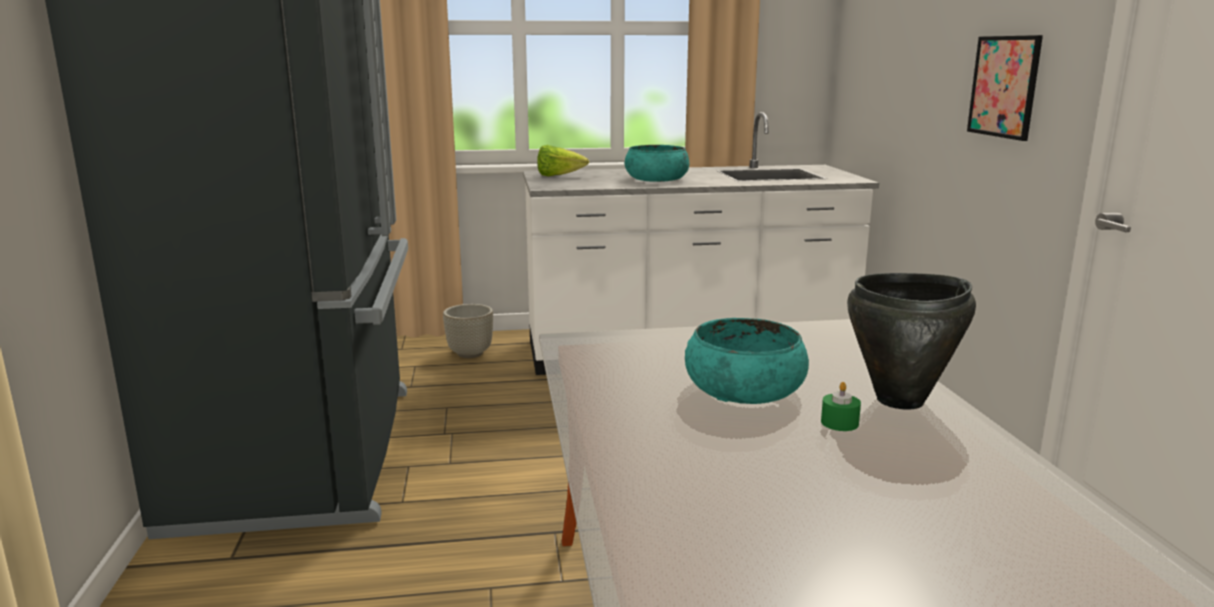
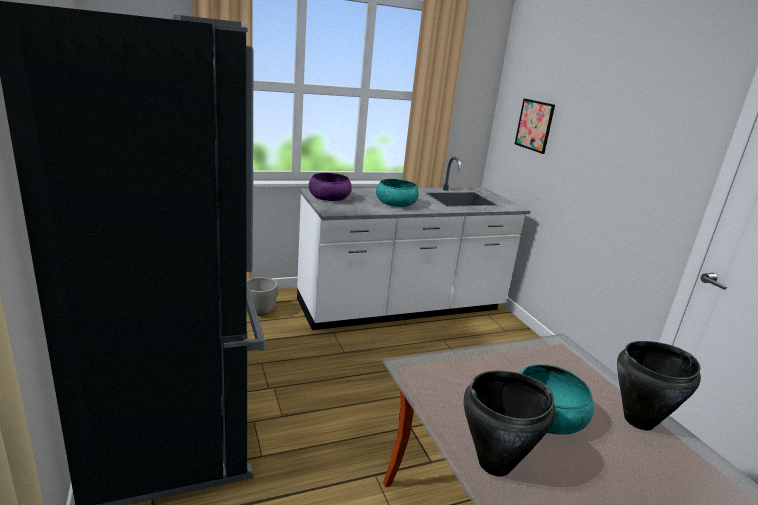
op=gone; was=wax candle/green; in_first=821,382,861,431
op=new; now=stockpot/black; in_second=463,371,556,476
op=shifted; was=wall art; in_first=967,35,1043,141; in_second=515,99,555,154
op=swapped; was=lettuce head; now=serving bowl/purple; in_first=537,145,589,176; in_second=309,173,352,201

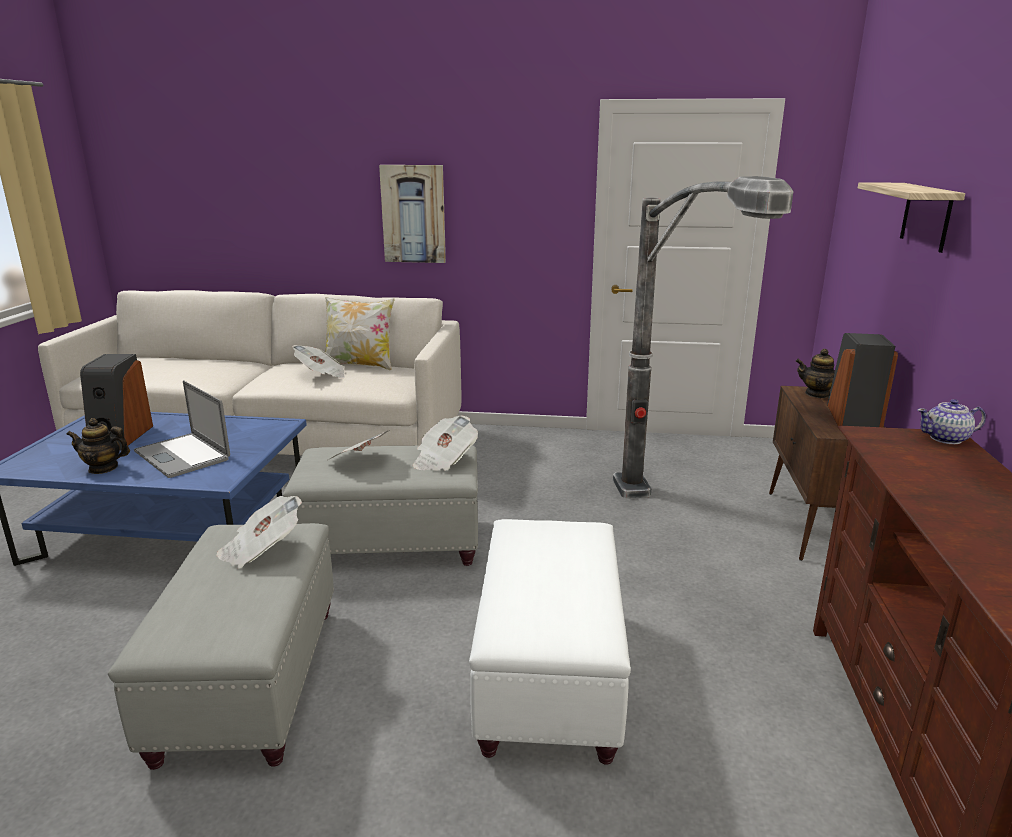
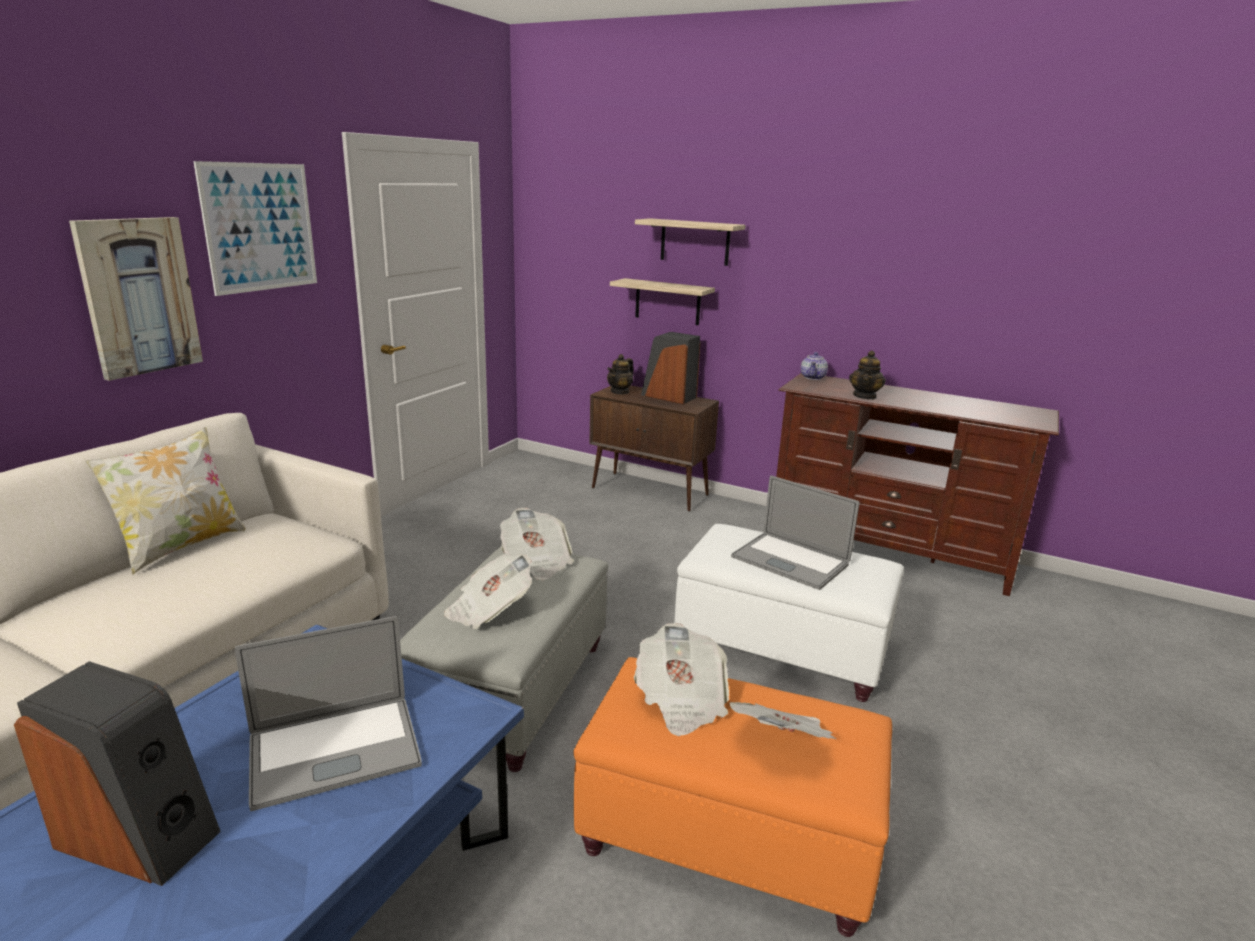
op=gone; was=standard lamp; in_first=613,176,794,498
op=new; now=wall art; in_second=193,161,317,296
op=new; now=wall shelf; in_second=610,278,715,325
op=new; now=portable computer; in_second=731,475,859,590
op=shifted; was=teapot; in_first=66,418,130,474; in_second=849,350,886,400
op=shifted; was=printed paper; in_first=292,345,345,378; in_second=729,702,836,739
op=repainted; was=pouffe/greyish; now=pouffe/orangey; in_first=108,523,334,770; in_second=573,657,892,937

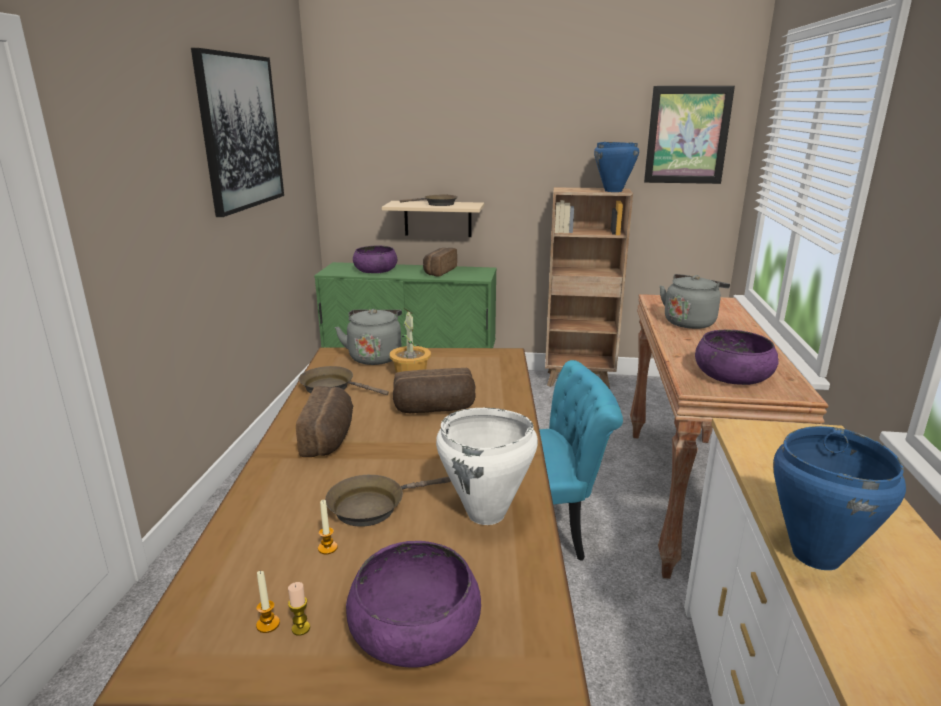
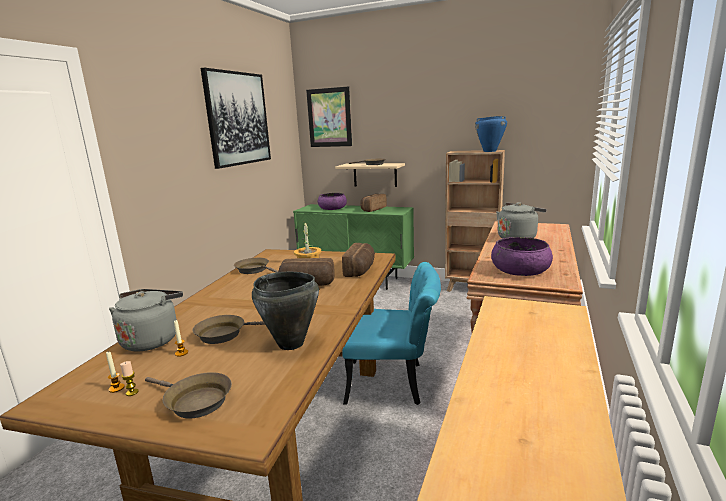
op=gone; was=stockpot/blue-coloured; in_first=773,426,906,570
op=shifted; was=baked bread; in_first=296,386,353,457; in_second=342,243,375,277
op=shifted; was=tea kettle/greyish; in_first=335,309,402,365; in_second=109,289,183,351
op=shifted; was=wall art; in_first=644,86,735,184; in_second=306,86,352,147
op=swapped; was=serving bowl/purple; now=frying pan/brown; in_first=346,541,481,668; in_second=145,372,232,418
op=repainted; was=stockpot/whitish; now=stockpot/black; in_first=436,408,538,525; in_second=252,272,319,350

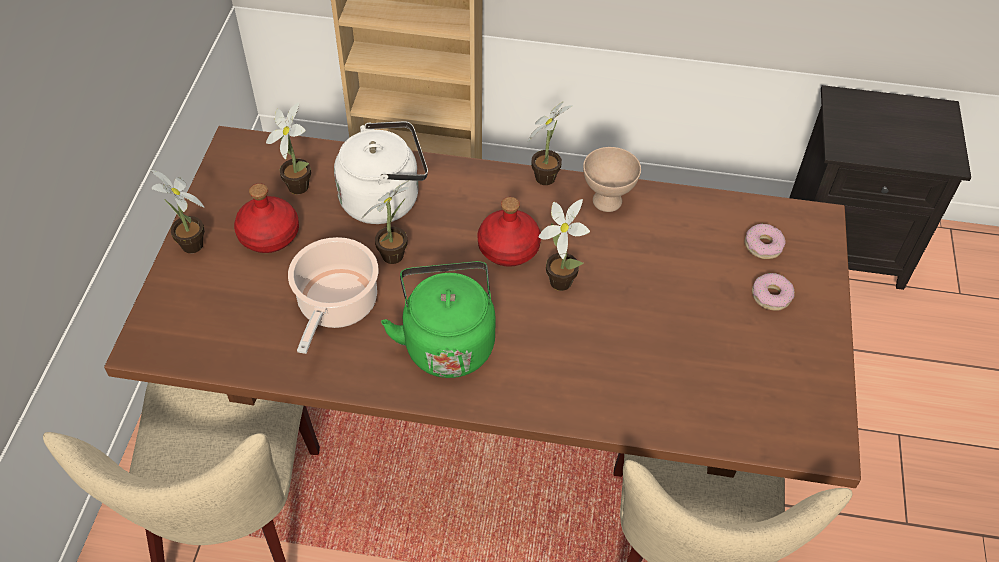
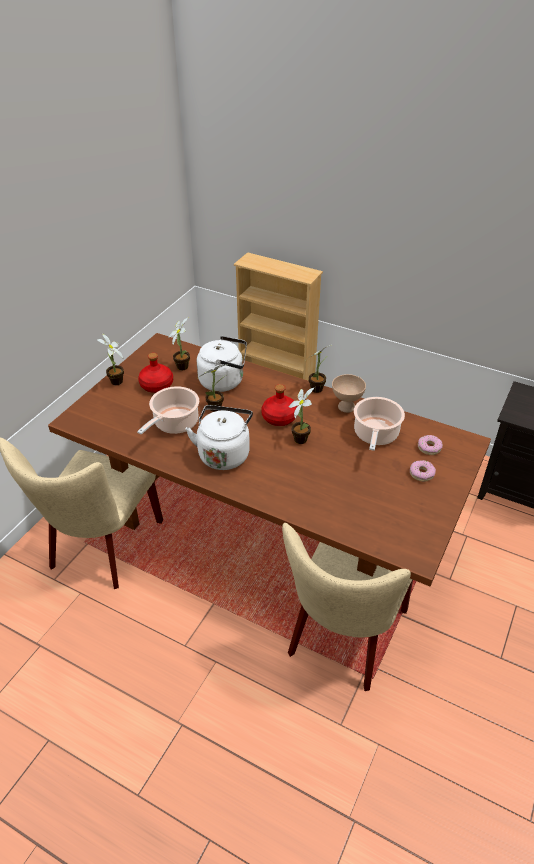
op=new; now=stockpot; in_second=354,397,405,451
op=repainted; was=tea kettle/green; now=tea kettle/whitish; in_first=381,261,496,378; in_second=186,405,253,470

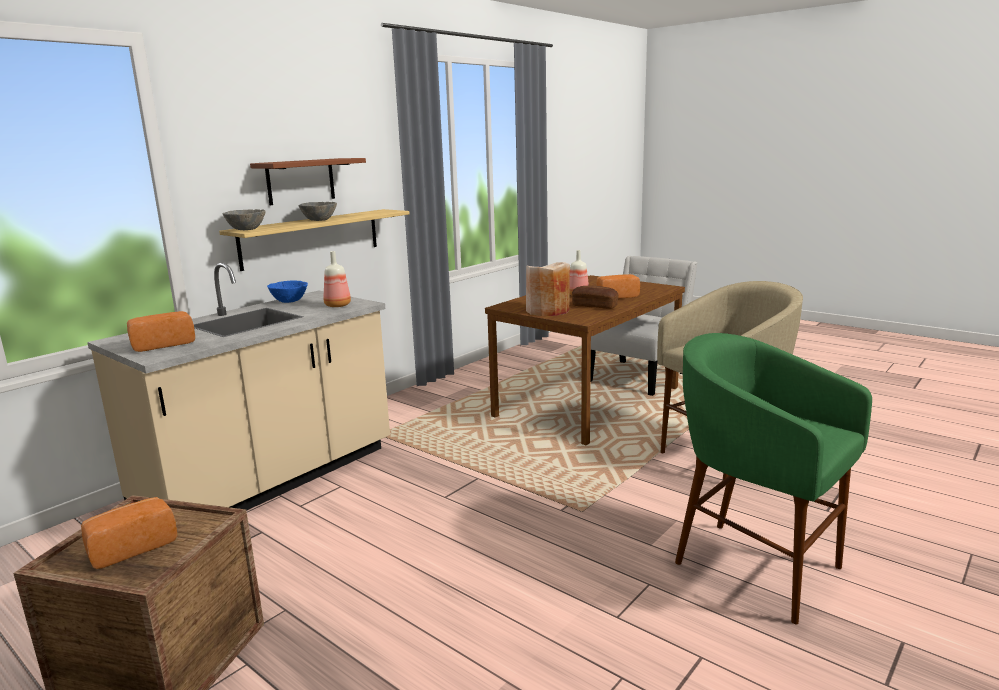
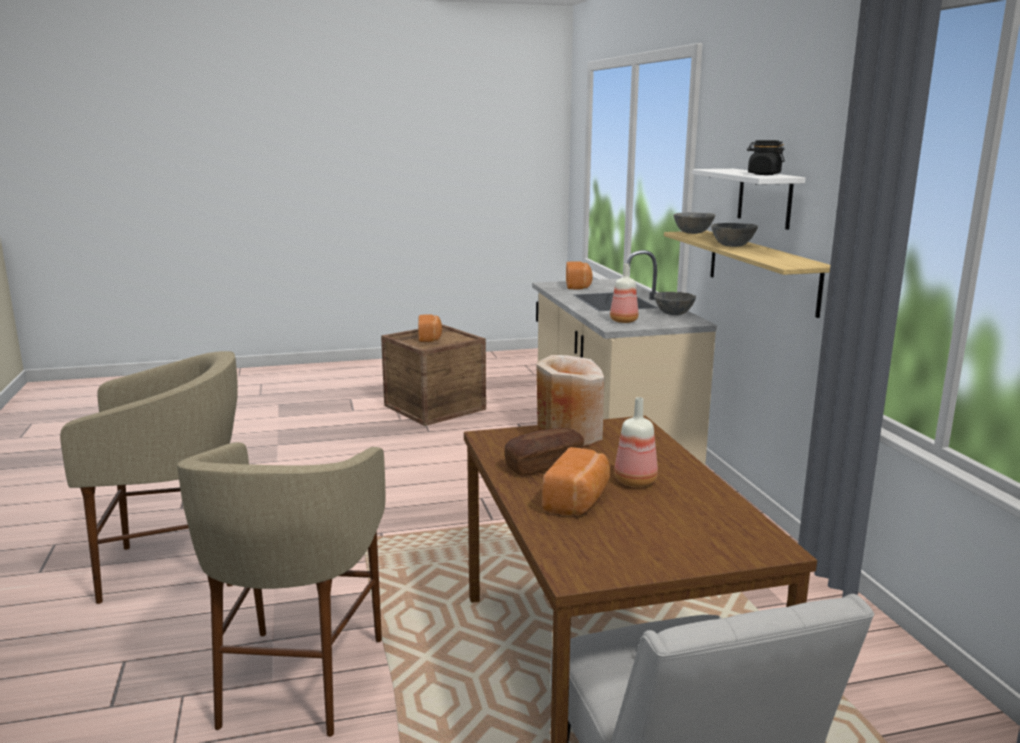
op=new; now=preserve jar/black; in_second=747,140,784,175
op=repainted; was=wall shelf/brown; now=wall shelf/whitish; in_first=250,158,366,205; in_second=692,169,806,230
op=repainted; was=serving bowl/blue-coloured; now=serving bowl/greyish; in_first=267,280,308,303; in_second=654,292,696,315
op=repainted; was=stool/green; now=stool/beige; in_first=675,333,872,624; in_second=60,351,238,604

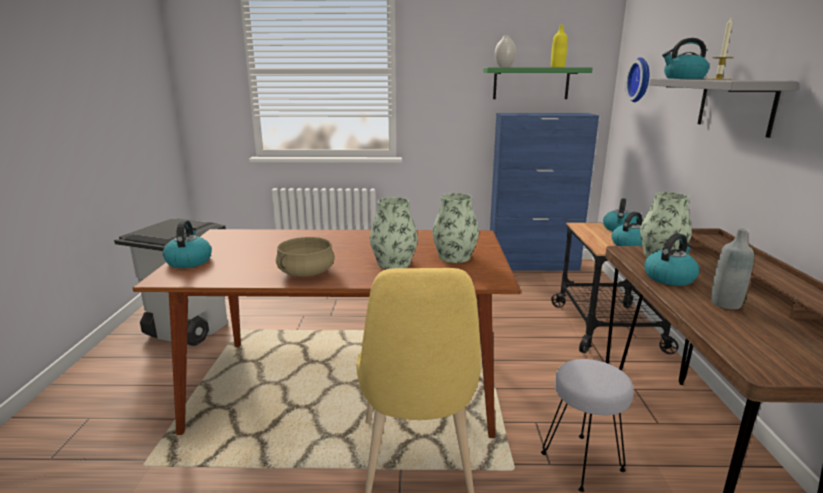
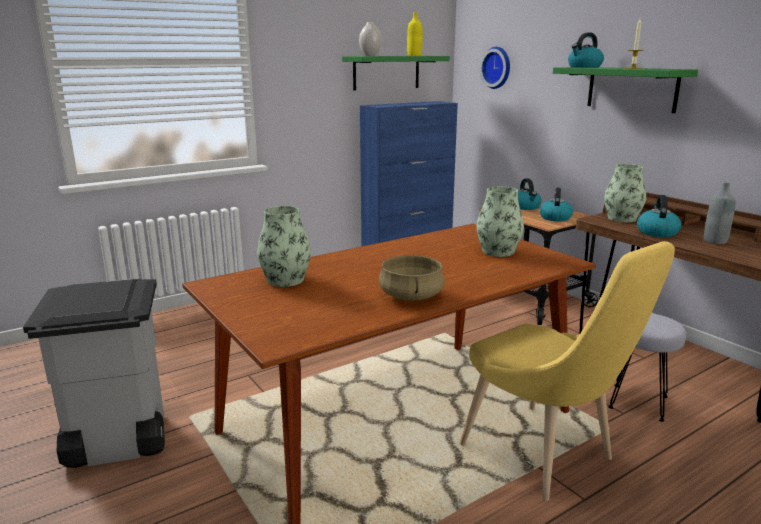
op=gone; was=tea kettle; in_first=163,220,212,268
op=shifted; was=flower vase; in_first=370,197,418,269; in_second=257,206,311,287
op=repainted; was=wall shelf/greyish; now=wall shelf/green; in_first=649,79,798,138; in_second=553,67,698,113

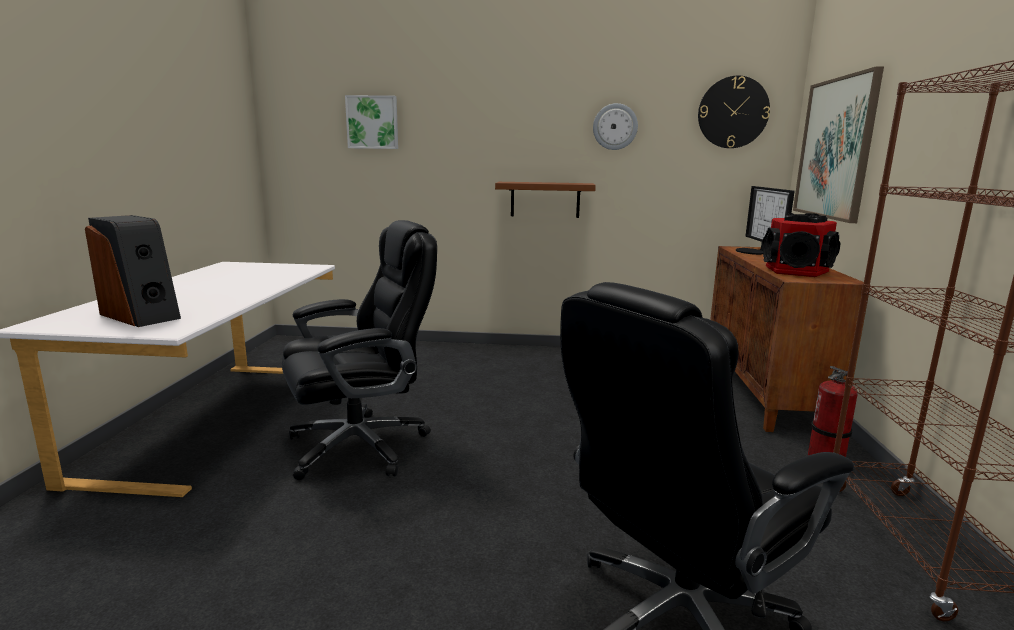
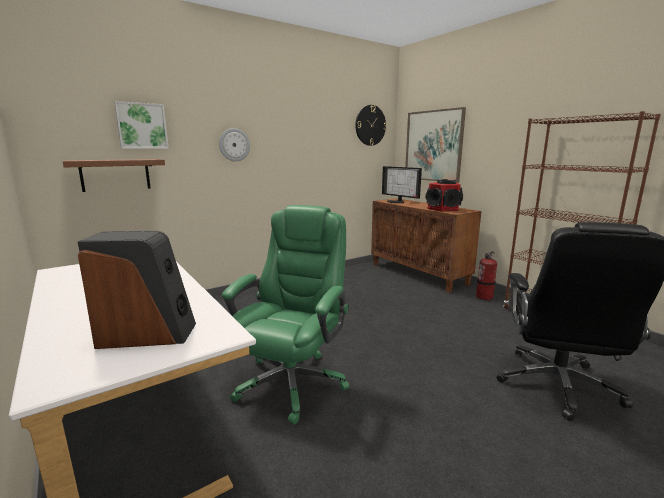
op=shifted; was=wall shelf/brown; in_first=495,182,596,218; in_second=63,159,165,192
op=shifted; was=hanging clock; in_first=593,103,638,150; in_second=219,128,250,162
op=repainted; was=desk chair/black; now=desk chair/green; in_first=282,220,437,480; in_second=222,205,349,424

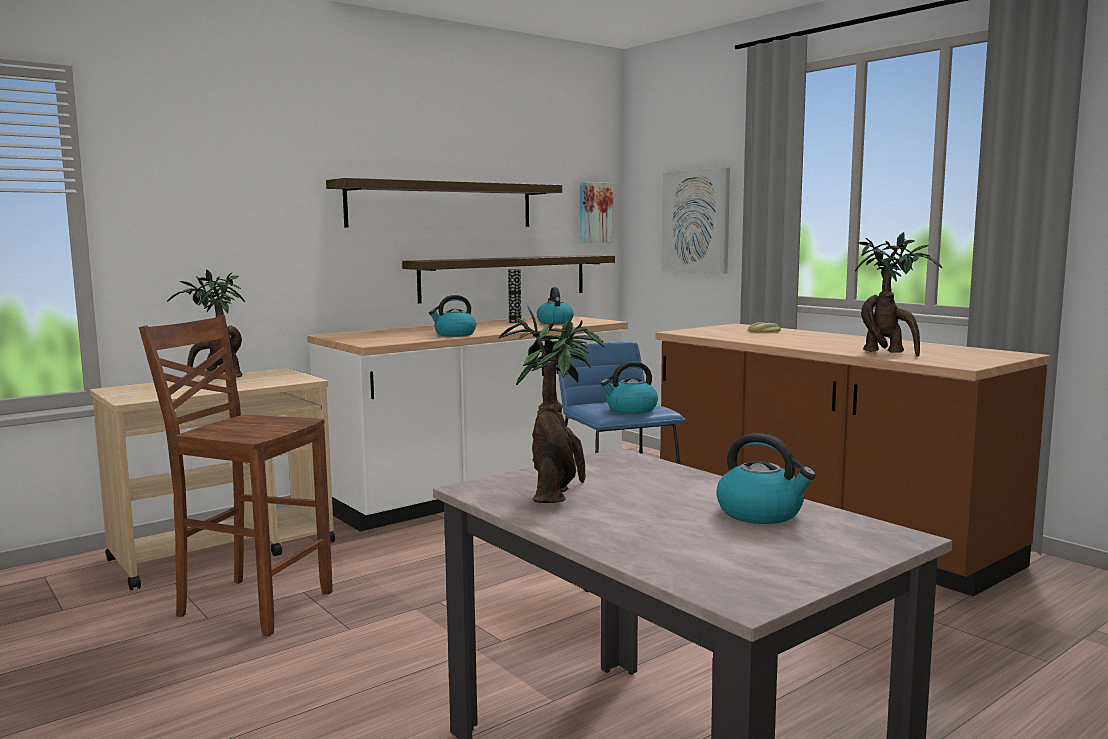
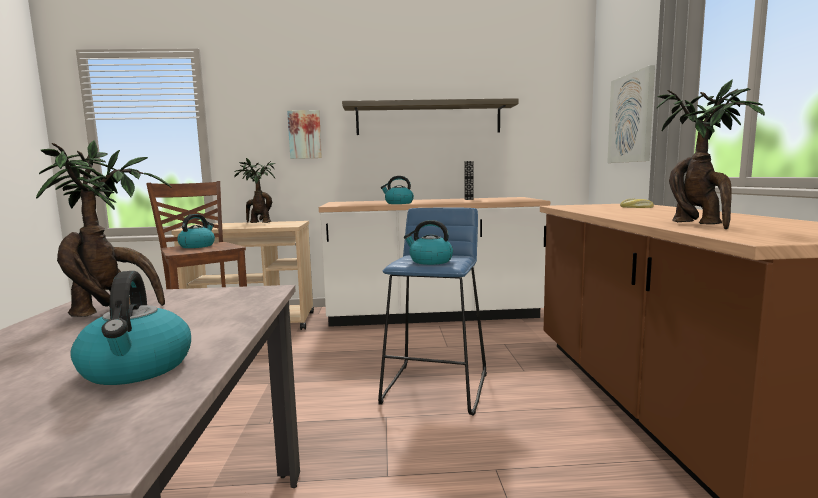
op=gone; was=wall shelf; in_first=402,255,615,304
op=shifted; was=tea kettle; in_first=537,287,574,324; in_second=177,214,215,248
op=shifted; was=wall art; in_first=580,182,613,243; in_second=287,110,322,159

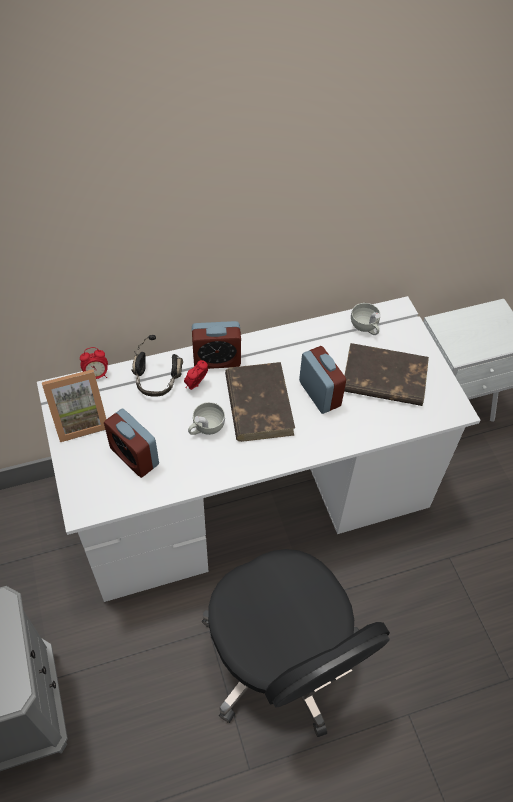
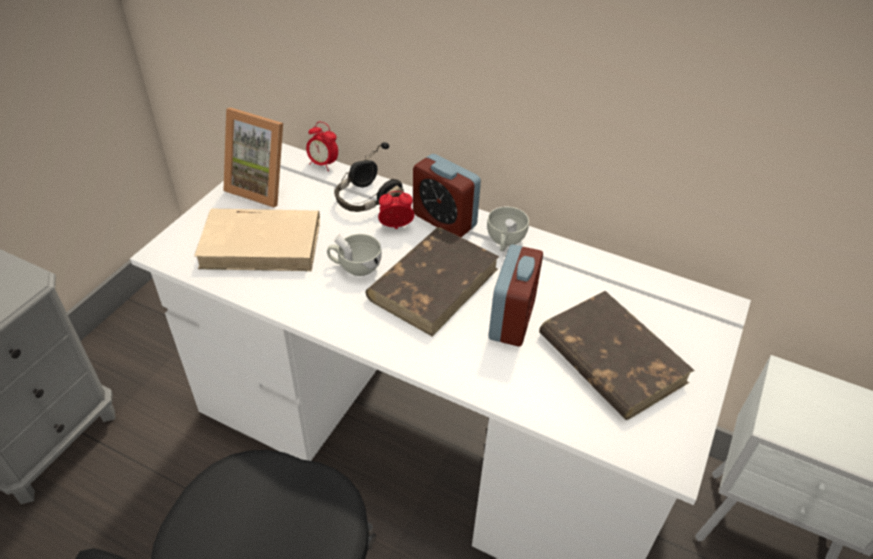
op=shifted; was=cup/whitish; in_first=351,303,381,335; in_second=487,206,529,251
op=swapped; was=table clock; now=book/beige; in_first=104,408,159,478; in_second=194,209,320,271

